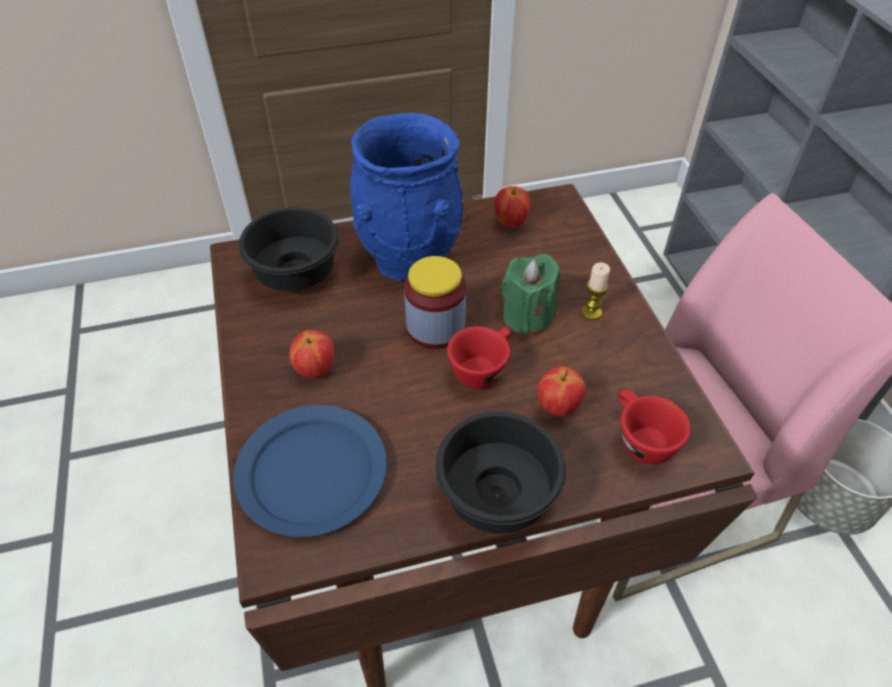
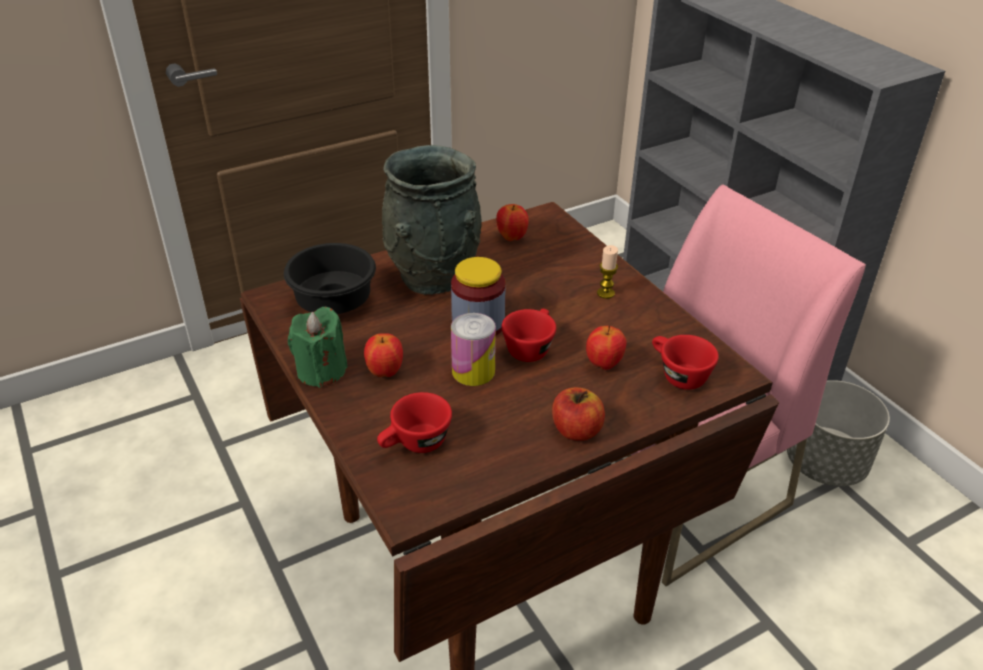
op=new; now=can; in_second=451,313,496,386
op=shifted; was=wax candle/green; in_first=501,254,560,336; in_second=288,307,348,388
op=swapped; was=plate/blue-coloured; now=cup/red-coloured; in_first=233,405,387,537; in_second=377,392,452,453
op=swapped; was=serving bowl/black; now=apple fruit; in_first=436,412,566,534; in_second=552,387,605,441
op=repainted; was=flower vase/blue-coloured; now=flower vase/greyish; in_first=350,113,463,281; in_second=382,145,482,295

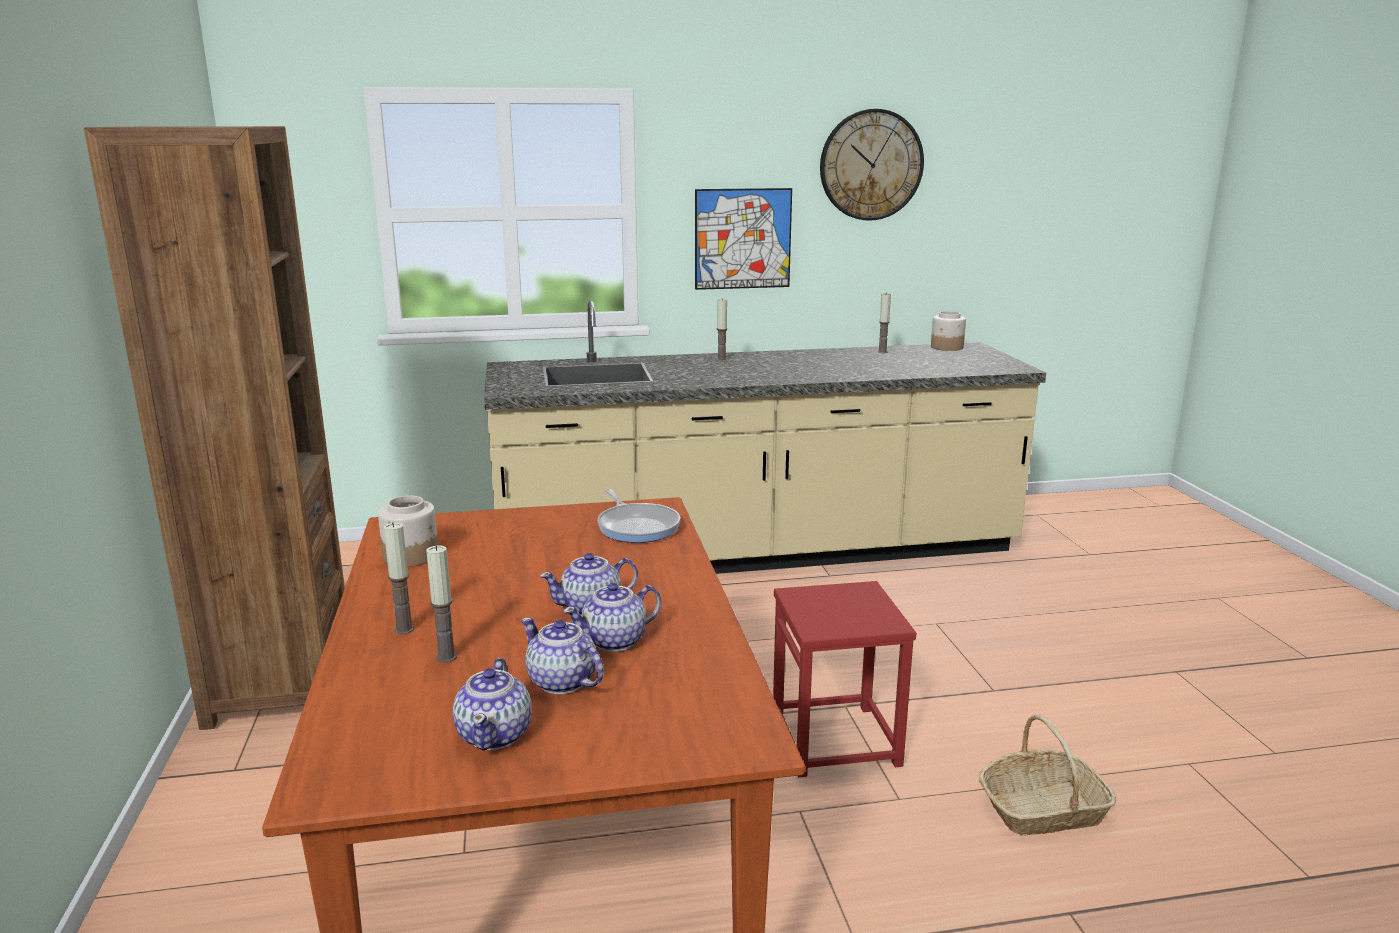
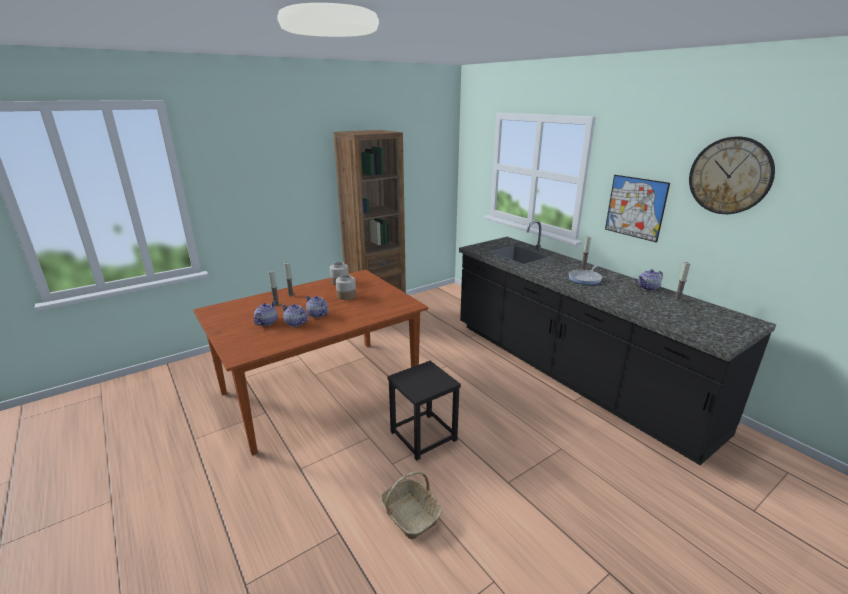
op=shifted; was=teapot; in_first=453,658,532,751; in_second=638,269,663,291
op=shifted; was=frying pan; in_first=597,489,680,543; in_second=569,265,602,285
op=shifted; was=preserve jar; in_first=931,311,966,351; in_second=336,274,356,300
op=repainted; was=counter/beige; now=counter/black; in_first=484,301,1046,574; in_second=459,220,776,465
op=repainted; was=stool/red-coloured; now=stool/black; in_first=773,581,916,778; in_second=387,361,461,461

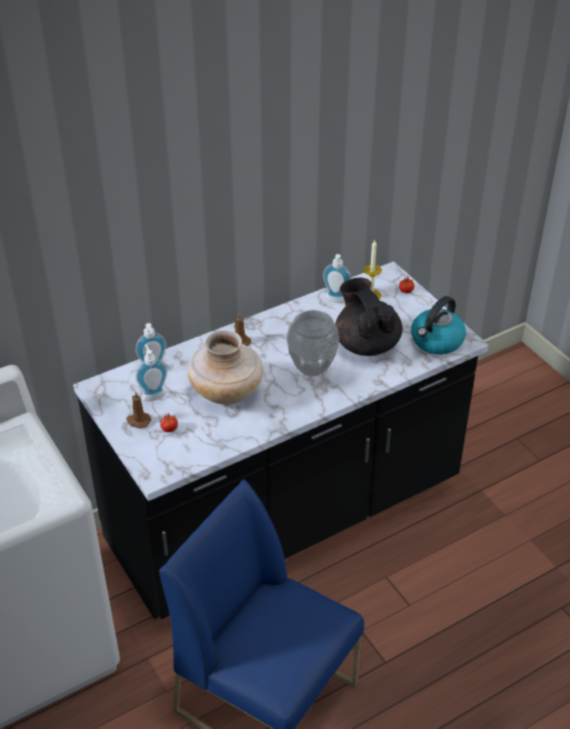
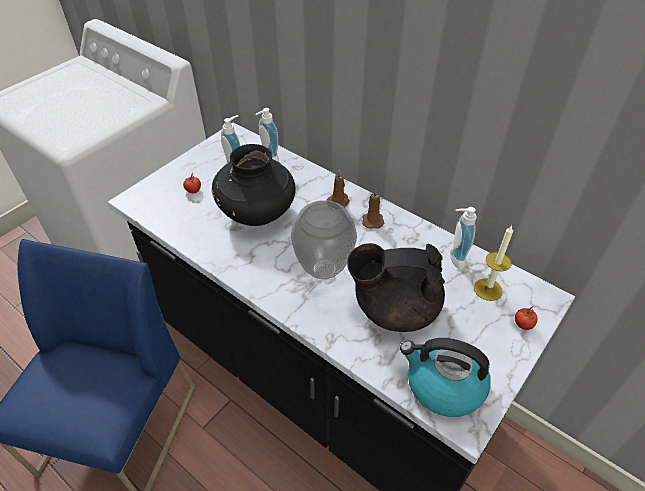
op=shifted; was=wax candle/brown; in_first=126,391,151,428; in_second=362,189,384,229
op=repainted; was=flower vase/beige; now=flower vase/black; in_first=187,330,264,405; in_second=212,144,296,226
op=rotated; was=teapot/black; in_first=335,277,403,356; in_second=347,243,445,332; clockwise=-135

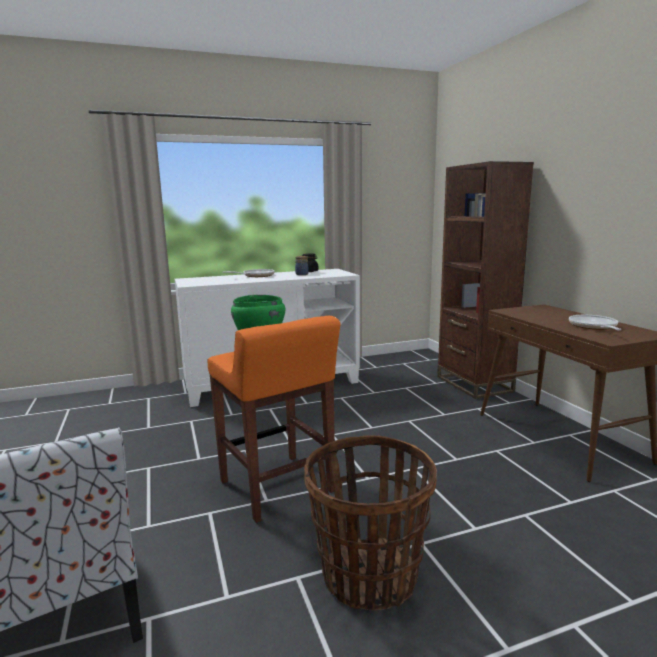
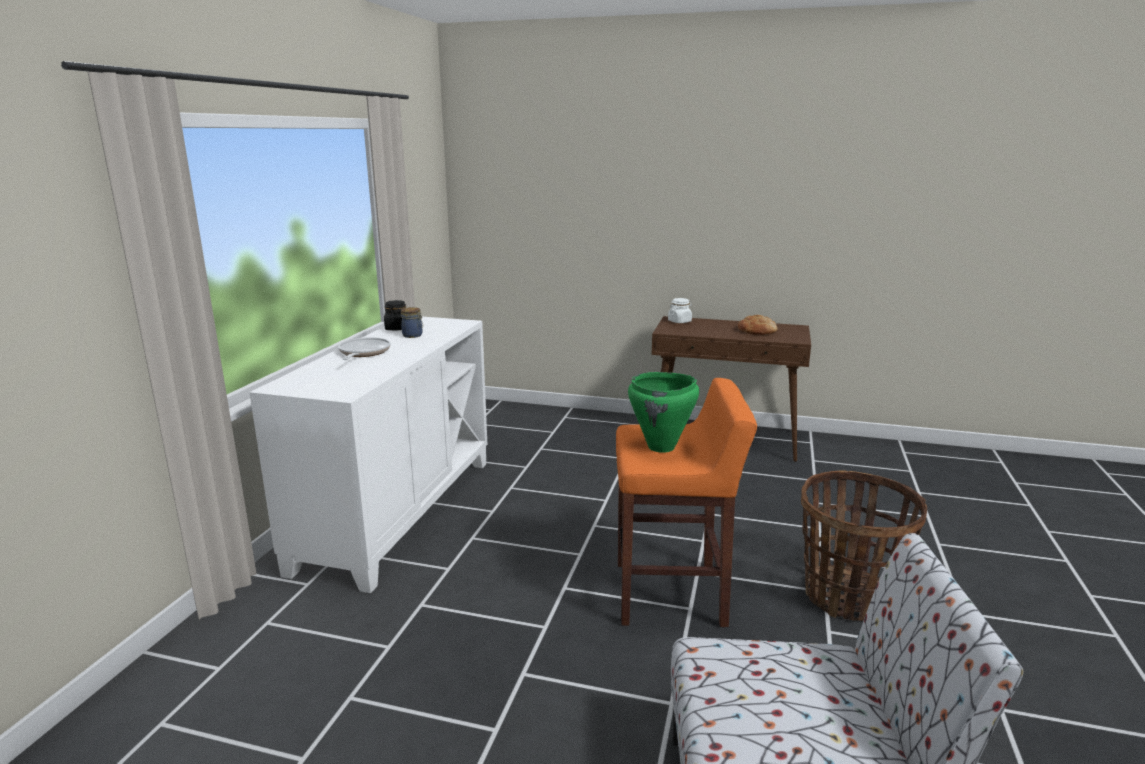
op=gone; was=shelving unit/brown; in_first=437,161,534,399
op=new; now=preserve jar/whitish; in_second=668,298,692,323
op=swapped; was=frying pan; now=baked bread; in_first=569,315,621,330; in_second=738,315,778,335

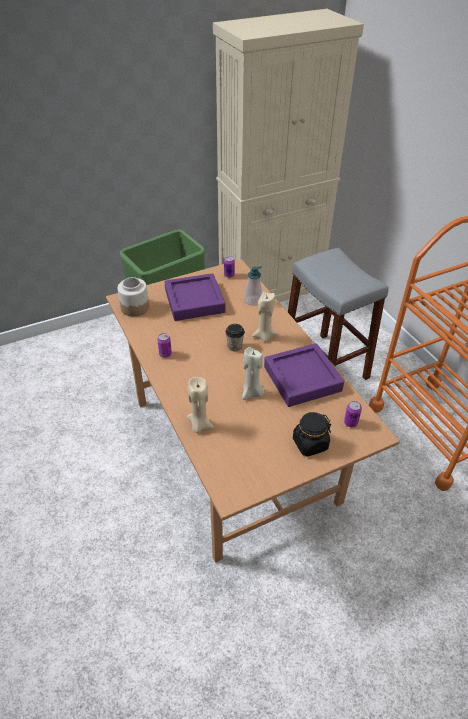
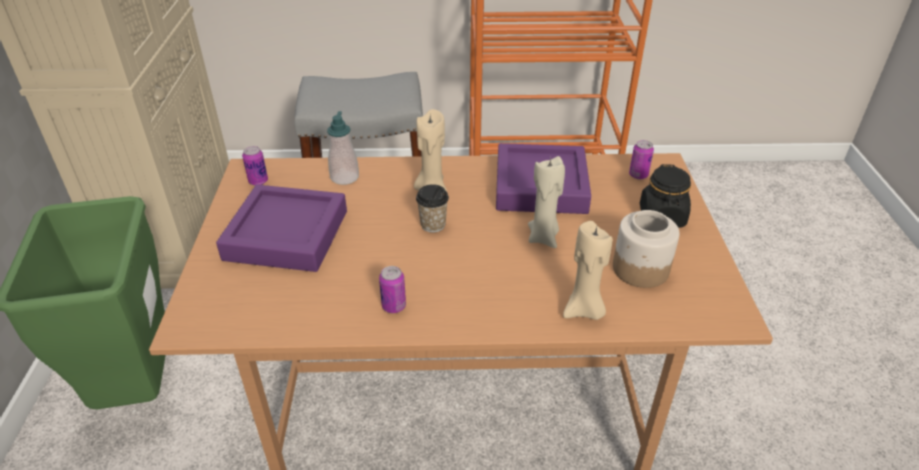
op=shifted; was=preserve jar; in_first=117,277,149,316; in_second=613,210,680,288

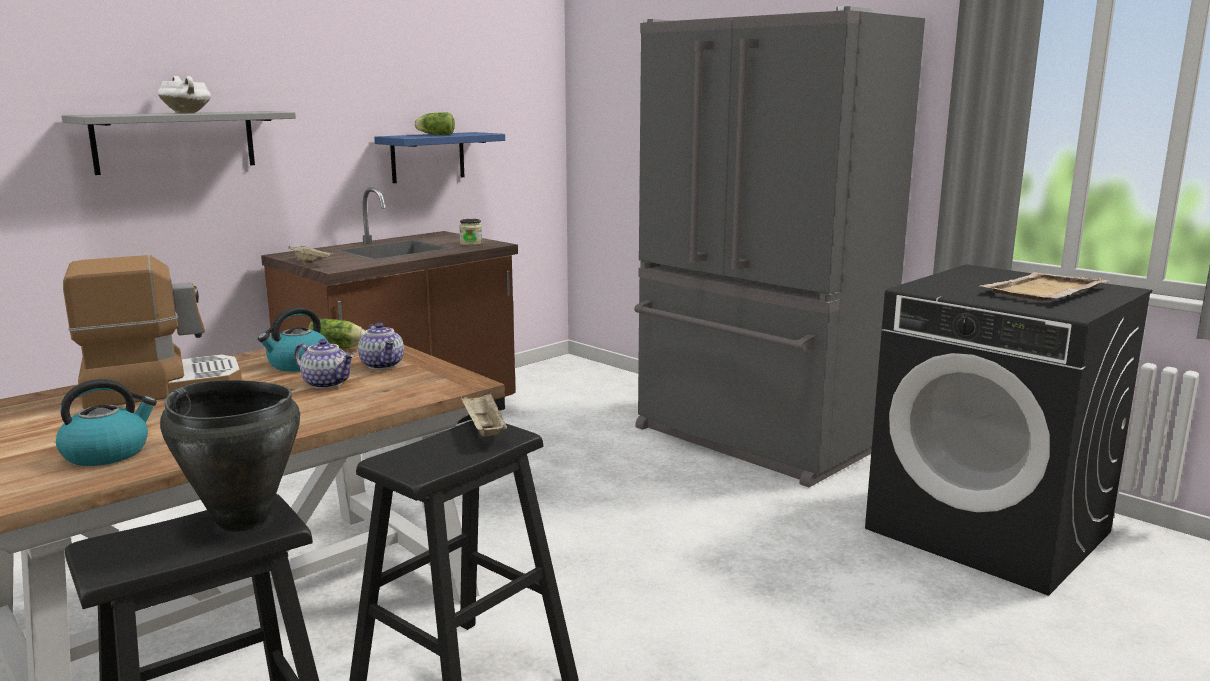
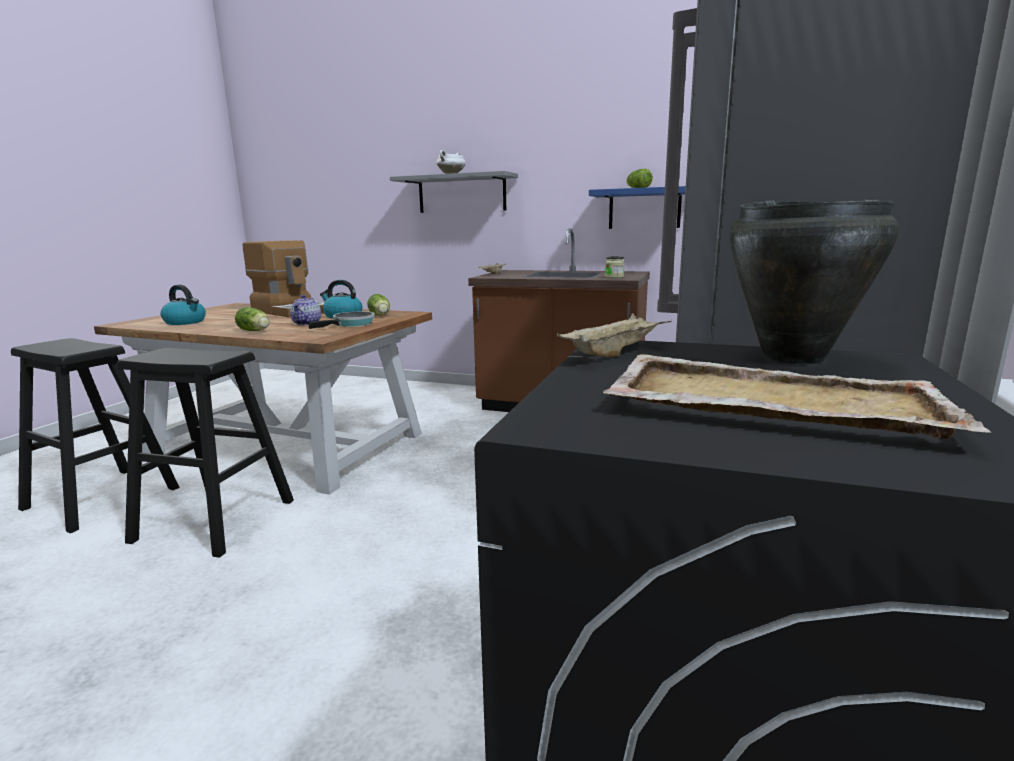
op=new; now=lettuce head; in_second=235,307,269,331
op=shifted; was=stockpot/black; in_first=160,380,300,532; in_second=730,200,899,364
op=shifted; was=serving tray/beige; in_first=461,392,507,437; in_second=557,313,672,357
op=swapped; was=teapot; now=frying pan; in_first=358,323,404,370; in_second=308,311,375,329

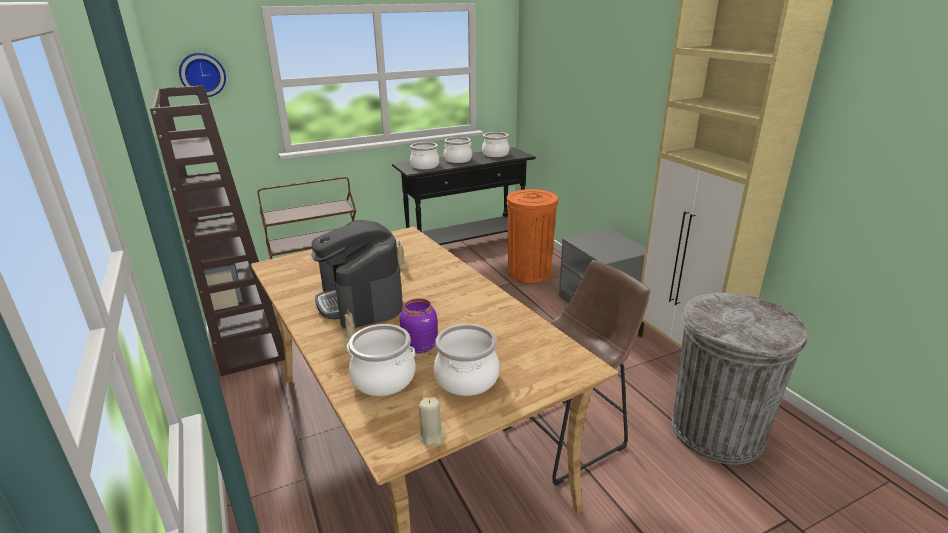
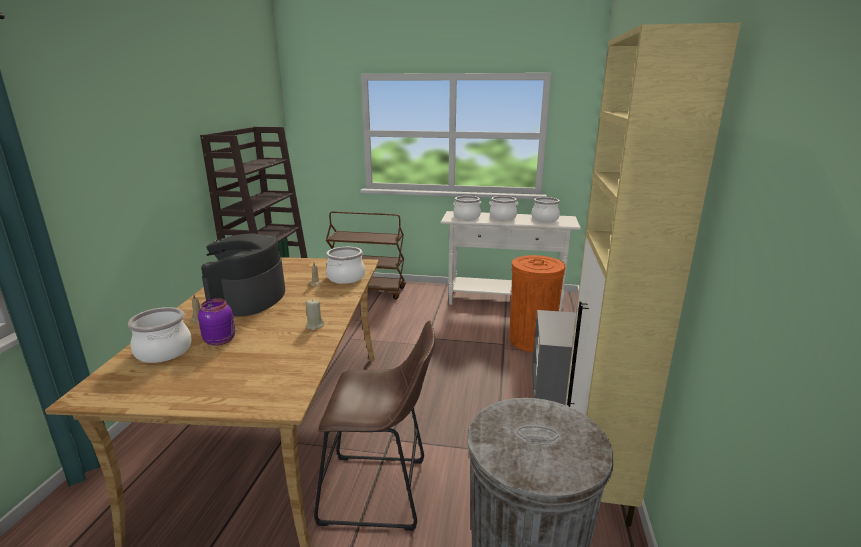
op=gone; was=hanging clock; in_first=179,53,226,97
op=shifted; was=wax candle/beige; in_first=418,398,445,446; in_second=306,299,324,330
op=shifted; was=stockpot; in_first=434,324,500,396; in_second=326,247,365,284
op=repainted; was=narrow table/black; now=narrow table/whitish; in_first=392,147,536,245; in_second=440,211,581,311

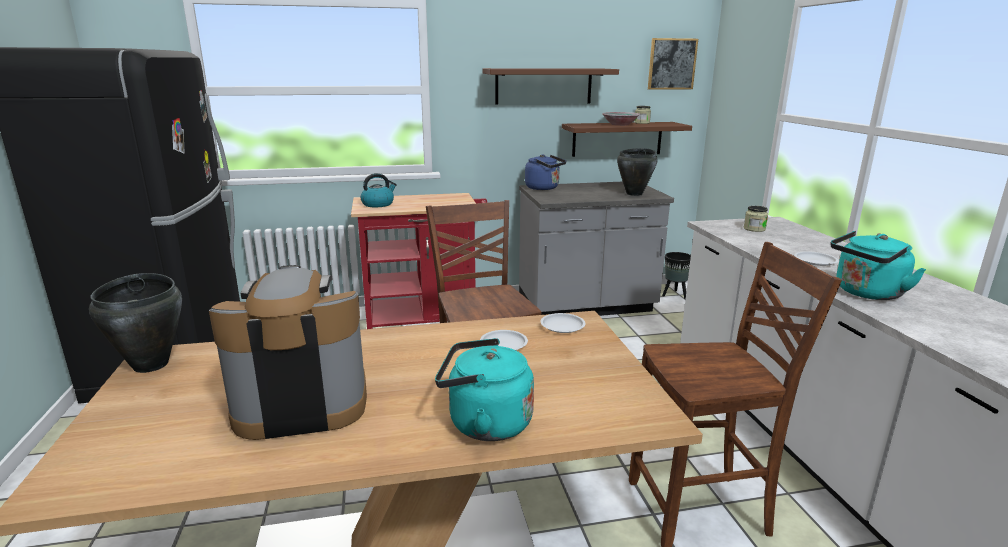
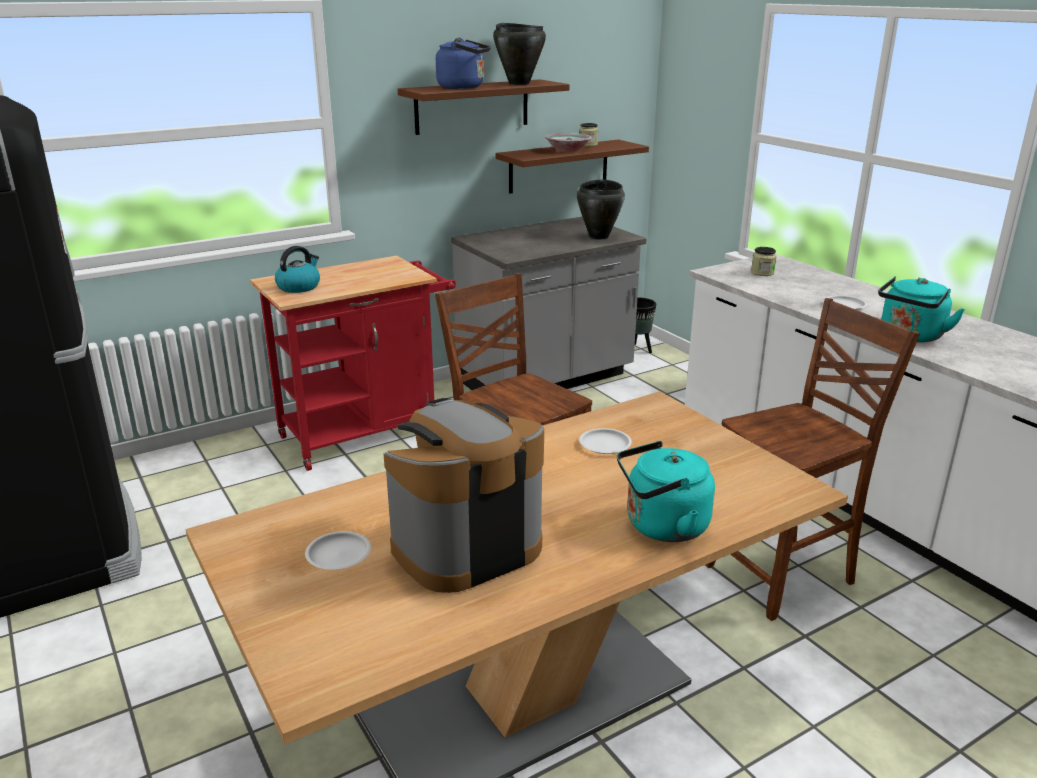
op=gone; was=wall art; in_first=648,38,698,90
op=shifted; was=stockpot/black; in_first=89,273,182,373; in_second=493,23,546,85
op=shifted; was=tea kettle/blue-coloured; in_first=525,154,566,190; in_second=436,38,491,89
op=shifted; was=plate/whitish; in_first=540,313,585,333; in_second=305,531,371,570

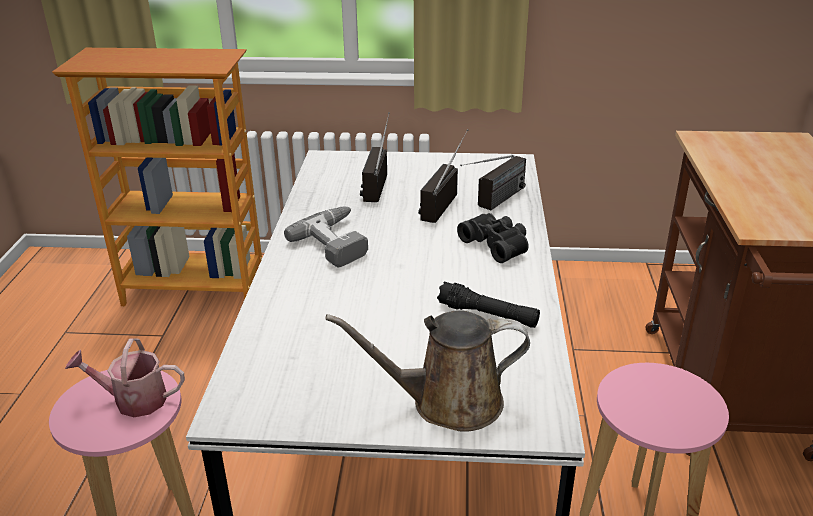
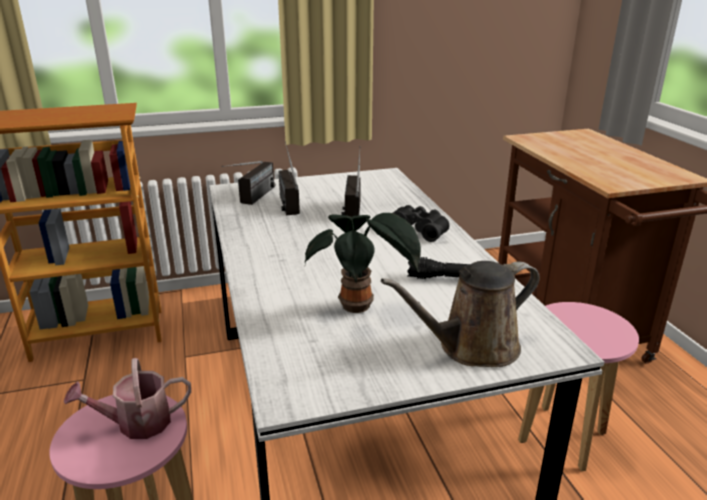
op=gone; was=drill; in_first=284,207,368,267
op=new; now=houseplant; in_second=305,213,421,313
op=shifted; was=radio; in_first=460,155,526,210; in_second=222,161,276,205

